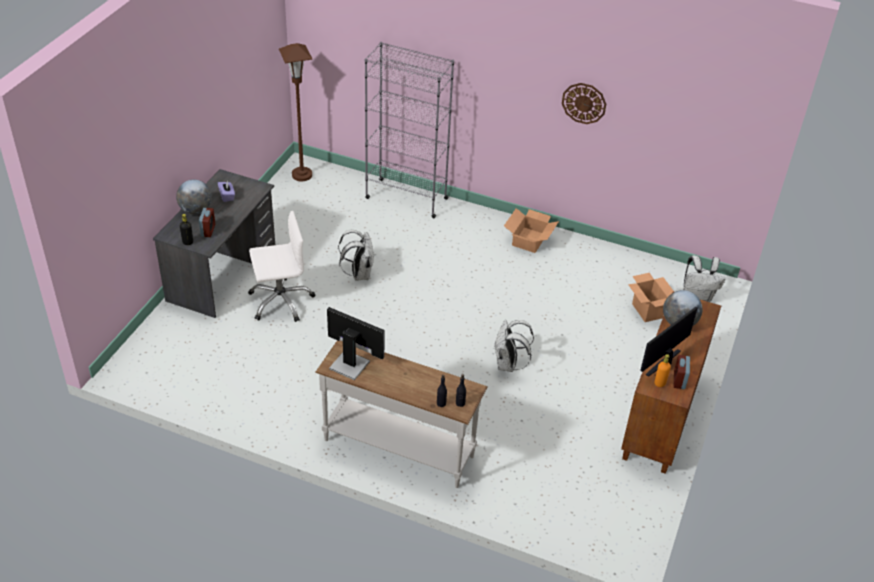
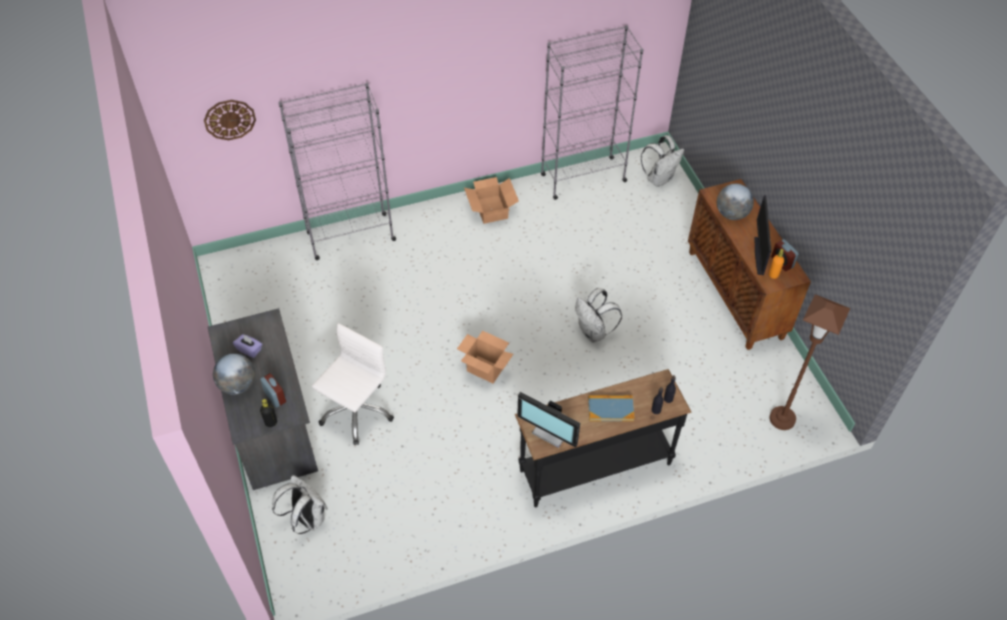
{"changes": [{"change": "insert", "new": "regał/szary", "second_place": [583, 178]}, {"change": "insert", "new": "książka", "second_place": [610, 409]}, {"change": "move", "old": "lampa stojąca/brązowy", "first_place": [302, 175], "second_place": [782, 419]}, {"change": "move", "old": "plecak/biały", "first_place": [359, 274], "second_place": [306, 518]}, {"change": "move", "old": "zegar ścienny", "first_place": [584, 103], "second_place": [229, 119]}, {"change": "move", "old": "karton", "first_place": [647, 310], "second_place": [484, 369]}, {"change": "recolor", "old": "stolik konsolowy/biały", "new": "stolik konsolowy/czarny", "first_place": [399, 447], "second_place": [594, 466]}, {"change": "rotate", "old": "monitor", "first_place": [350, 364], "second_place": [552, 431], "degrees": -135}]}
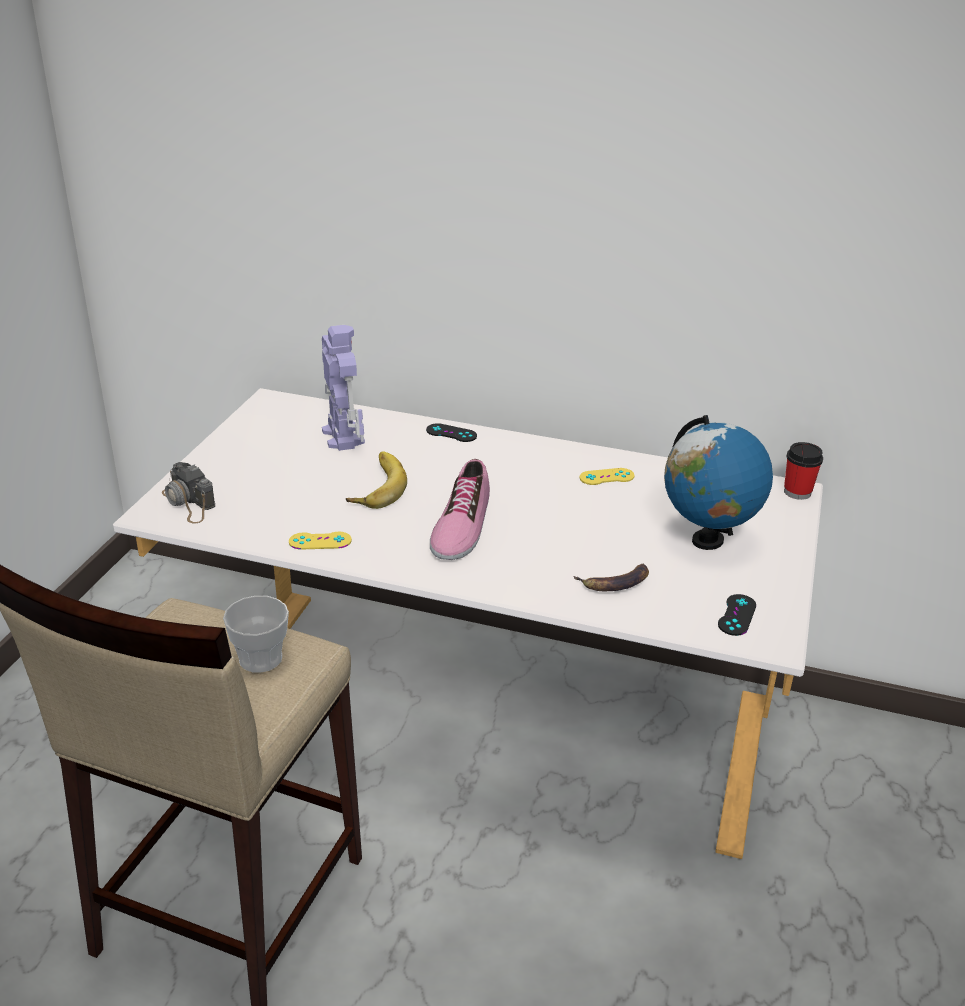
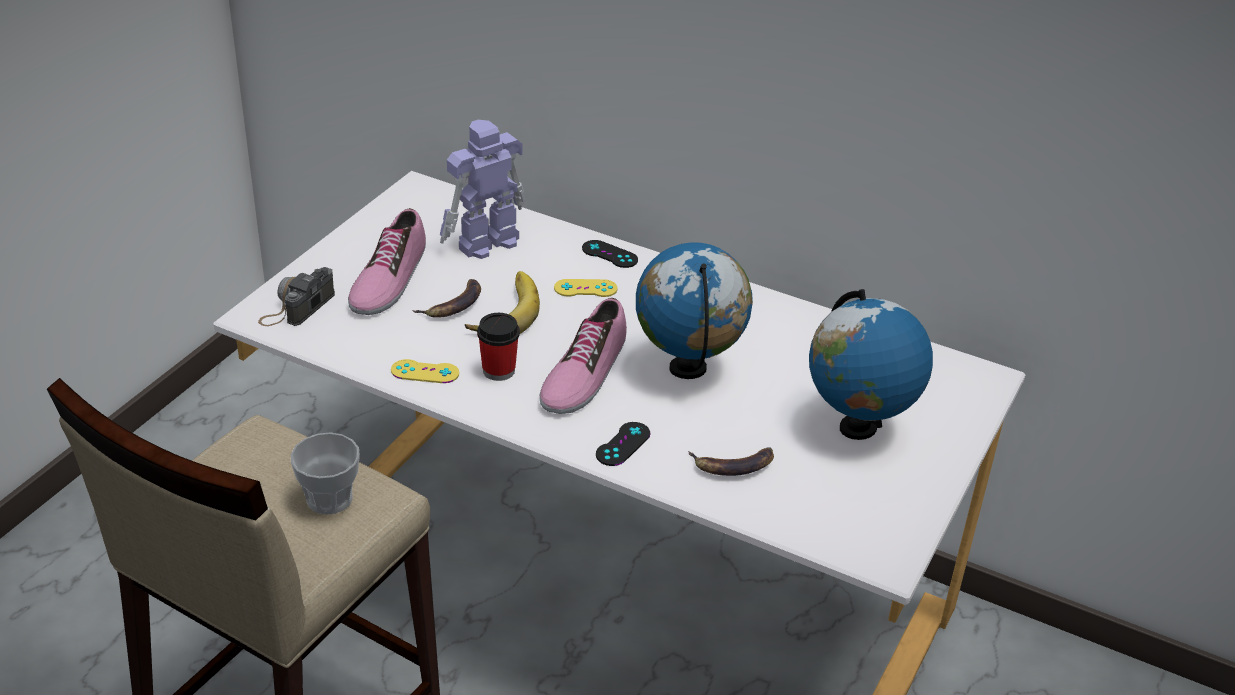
{"changes": [{"change": "insert", "new": "but", "second_place": [388, 279]}, {"change": "insert", "new": "banan", "second_place": [453, 304]}, {"change": "insert", "new": "globus", "second_place": [688, 369]}, {"change": "move", "old": "pad do gier/żółty", "first_place": [606, 477], "second_place": [585, 288]}, {"change": "move", "old": "pad do gier/czarny", "first_place": [737, 615], "second_place": [623, 444]}, {"change": "move", "old": "filiżanka", "first_place": [797, 492], "second_place": [498, 370]}, {"change": "rotate", "old": "aparat fotograficzny", "first_place": [188, 503], "second_place": [297, 307], "degrees": 60}, {"change": "rotate", "old": "robot zabawkowy", "first_place": [342, 435], "second_place": [486, 243], "degrees": -120}]}
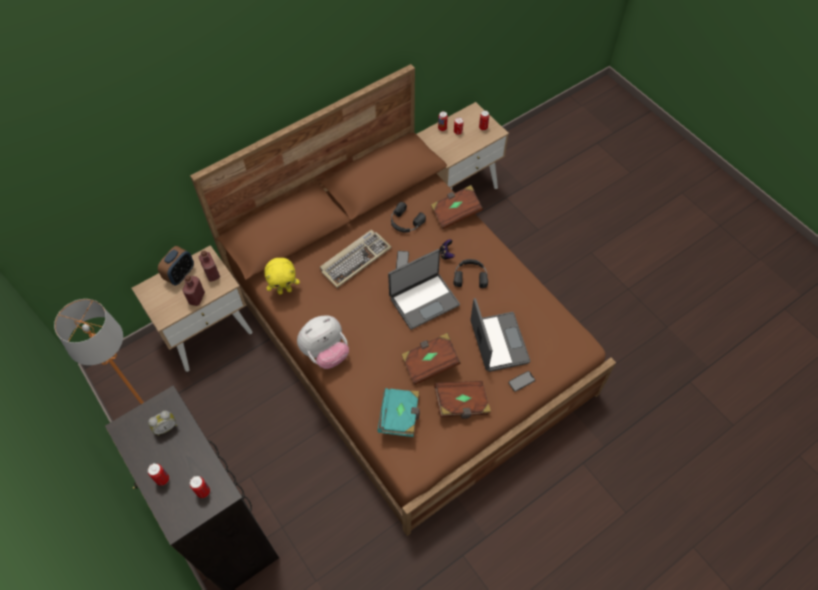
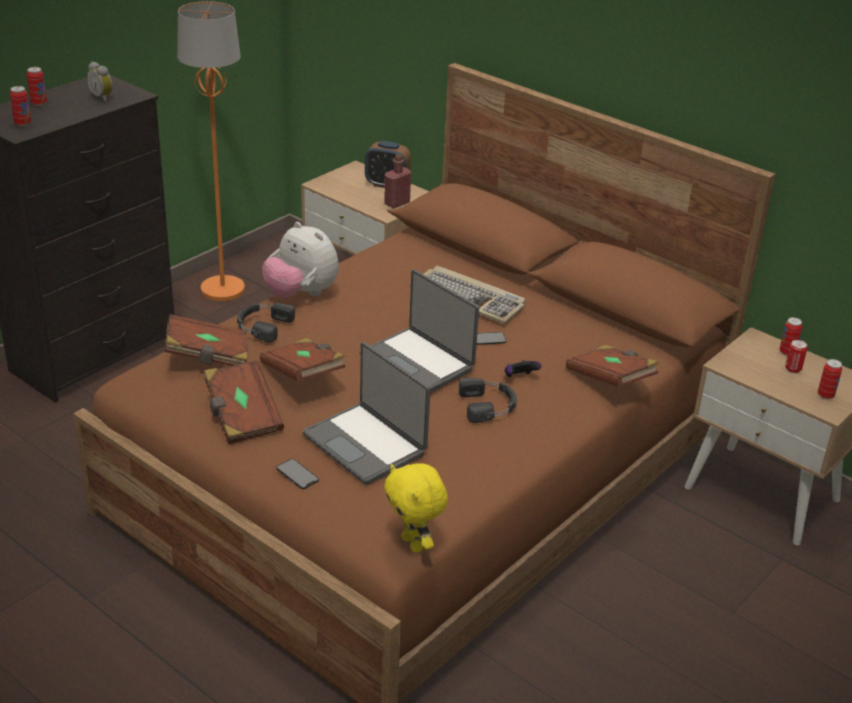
{"changes": [{"change": "delete", "old": "butelka/czerwony", "first_place": [196, 298]}, {"change": "move", "old": "pluszak/żółty", "first_place": [284, 290], "second_place": [414, 544]}, {"change": "move", "old": "słuchawki/czarny", "first_place": [405, 222], "second_place": [262, 325]}, {"change": "recolor", "old": "książka/turkusowy", "new": "książka/brązowy", "first_place": [400, 416], "second_place": [207, 357]}, {"change": "rotate", "old": "laptop", "first_place": [498, 342], "second_place": [366, 444], "degrees": 75}]}
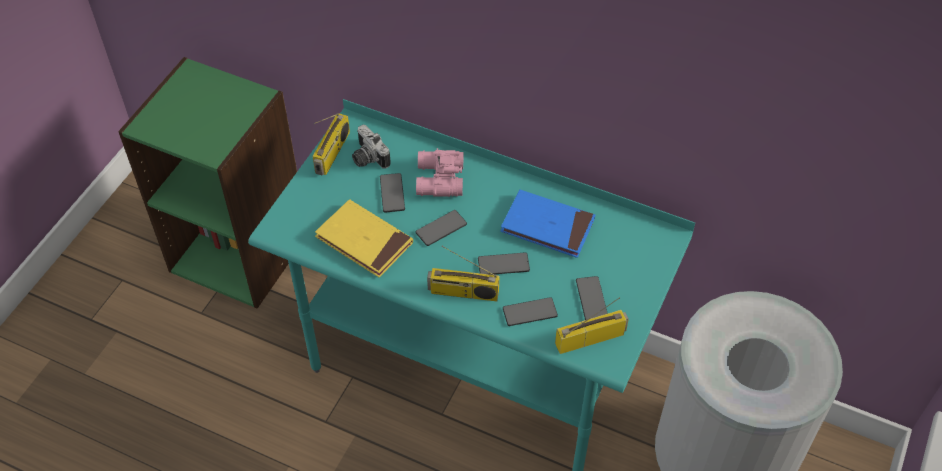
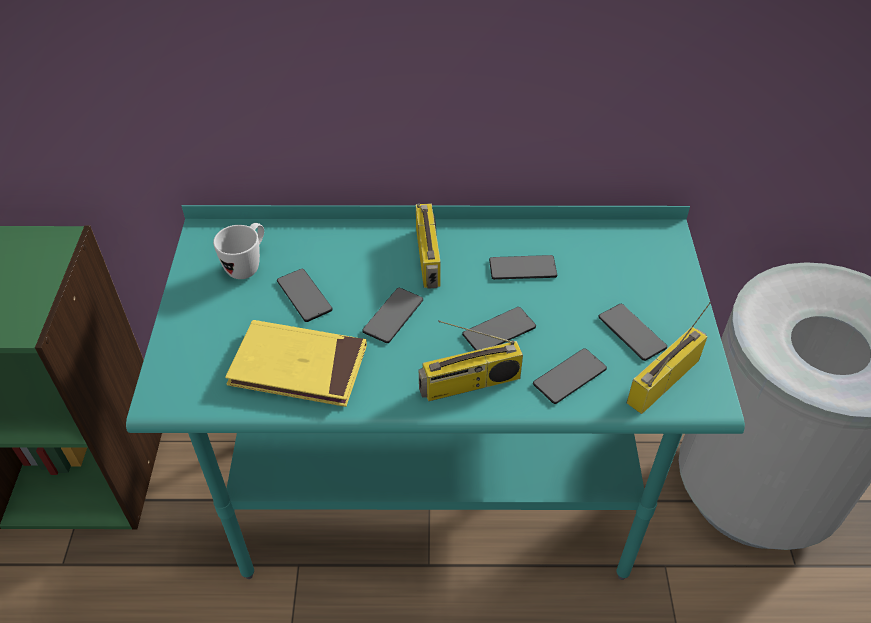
{"changes": [{"change": "delete", "old": "lornetka/różowy", "first_place": [438, 180]}, {"change": "move", "old": "radio", "first_place": [333, 153], "second_place": [429, 258]}, {"change": "replace", "old": "aparat fotograficzny", "new": "kubek/biały", "first_place": [367, 158], "second_place": [248, 265]}, {"change": "replace", "old": "książka/niebieski", "new": "telefon", "first_place": [547, 226], "second_place": [522, 269]}]}
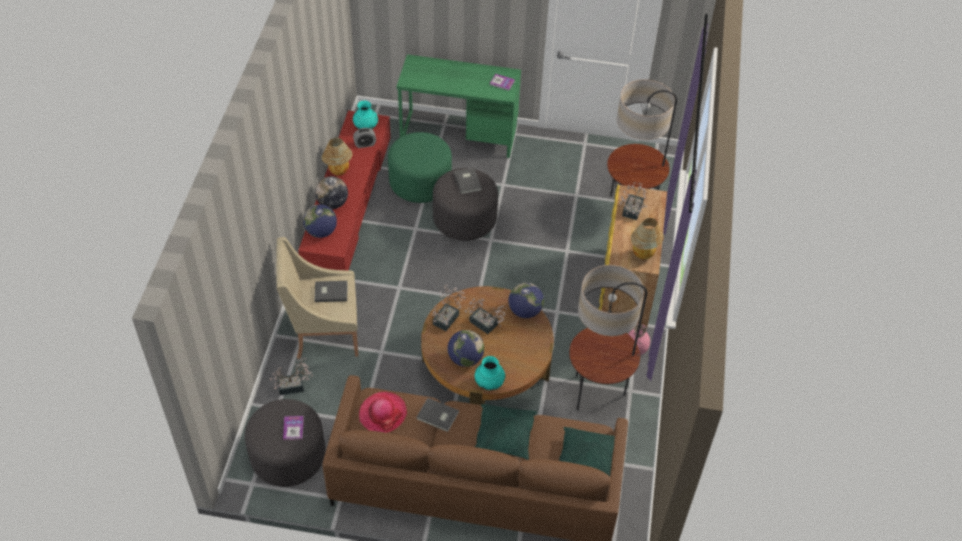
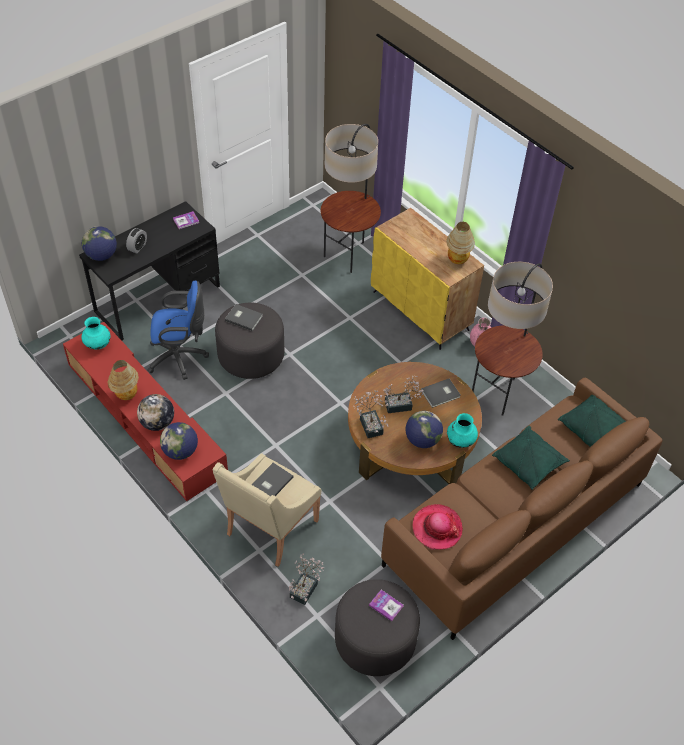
{"changes": [{"change": "delete", "old": "roślina doniczkowa", "first_place": [631, 212]}, {"change": "move", "old": "budzik", "first_place": [365, 144], "second_place": [137, 247]}, {"change": "move", "old": "książka/szary", "first_place": [437, 416], "second_place": [441, 394]}, {"change": "move", "old": "globus", "first_place": [525, 311], "second_place": [101, 256]}, {"change": "replace", "old": "pufa/zielony", "new": "krzesło biurowe/niebieski", "first_place": [420, 182], "second_place": [180, 357]}, {"change": "recolor", "old": "biurko/zielony", "new": "biurko/czarny", "first_place": [459, 134], "second_place": [158, 298]}]}
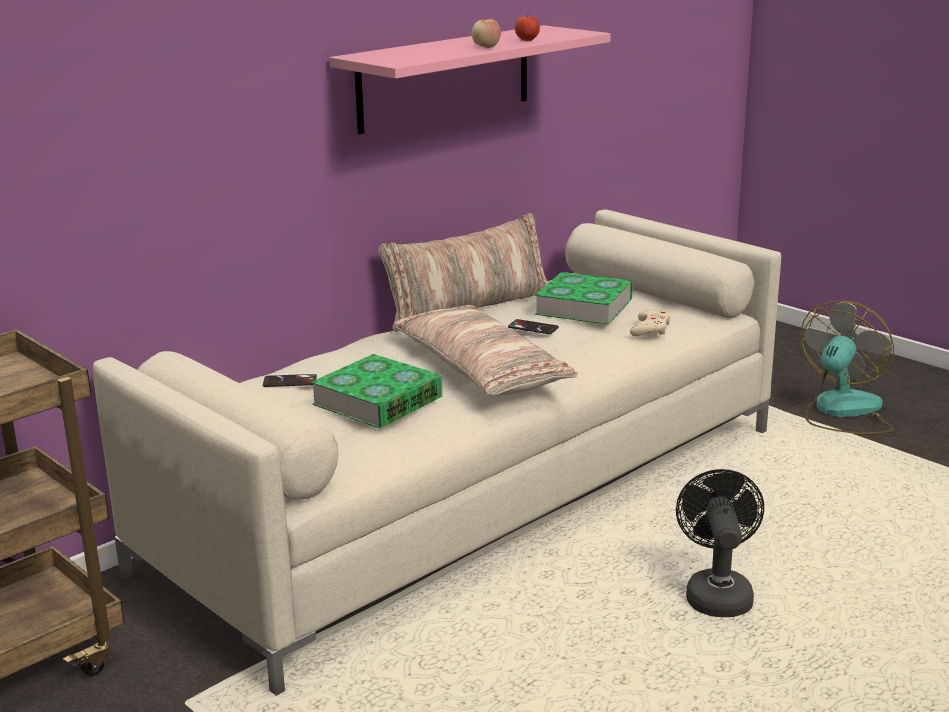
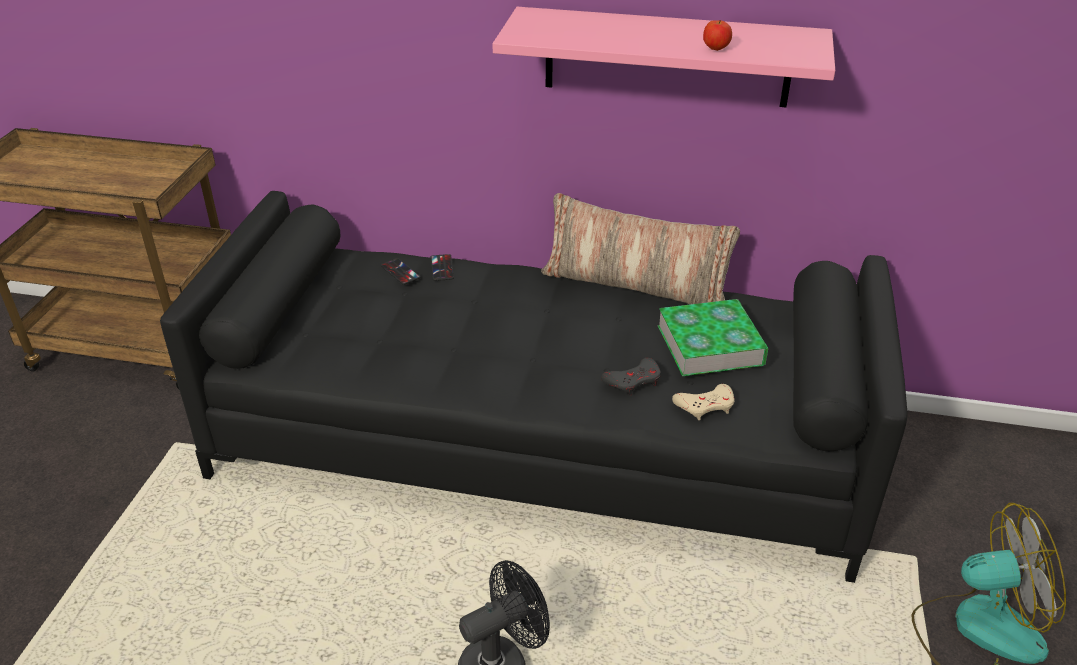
{"changes": [{"change": "delete", "old": "książka", "first_place": [378, 401]}, {"change": "delete", "old": "poduszka", "first_place": [479, 370]}, {"change": "delete", "old": "jabłko", "first_place": [486, 47]}, {"change": "insert", "new": "pad do gier/szary", "second_place": [633, 381]}, {"change": "move", "old": "telefon", "first_place": [533, 327], "second_place": [442, 268]}, {"change": "recolor", "old": "kanapa/beżowy", "new": "kanapa/czarny", "first_place": [477, 494], "second_place": [539, 443]}]}
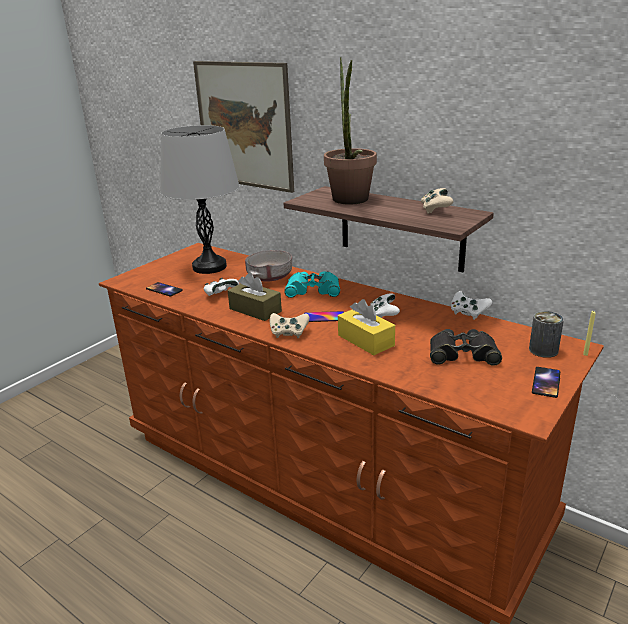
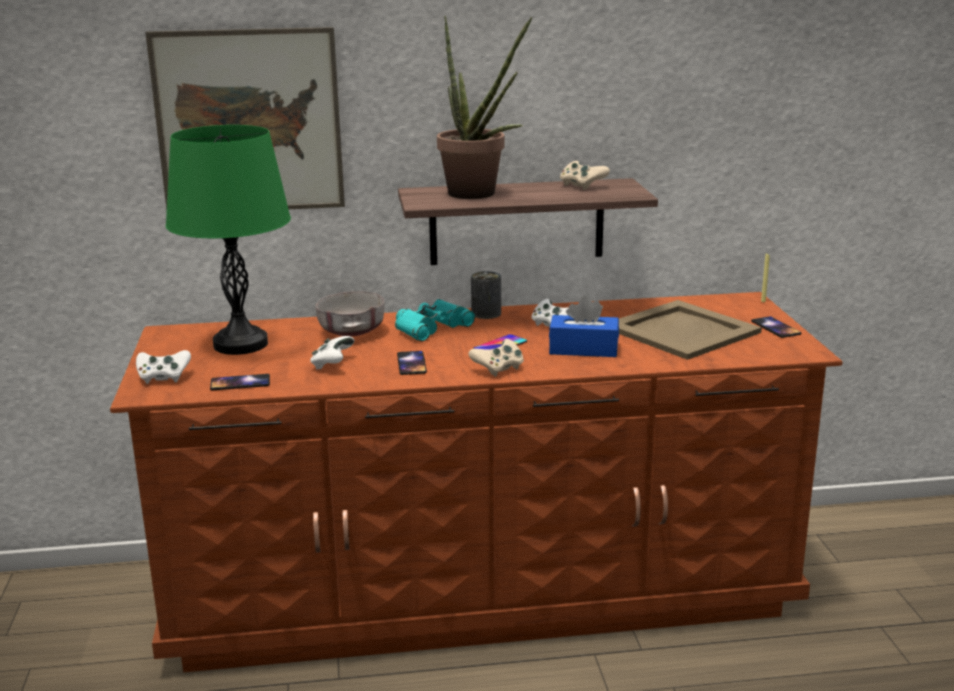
{"changes": [{"change": "move", "old": "pad do gier/biały", "first_place": [468, 313], "second_place": [163, 378]}, {"change": "move", "old": "puszka", "first_place": [543, 350], "second_place": [486, 313]}, {"change": "replace", "old": "pudełko chusteczek/brązowy", "new": "telefon", "first_place": [255, 310], "second_place": [411, 363]}, {"change": "replace", "old": "lornetka/czarny", "new": "taca/beżowy", "first_place": [462, 354], "second_place": [682, 331]}, {"change": "recolor", "old": "lampa stołowa/szary", "new": "lampa stołowa/zielony", "first_place": [209, 267], "second_place": [240, 344]}, {"change": "recolor", "old": "pudełko chusteczek/żółty", "new": "pudełko chusteczek/niebieski", "first_place": [366, 340], "second_place": [583, 349]}]}
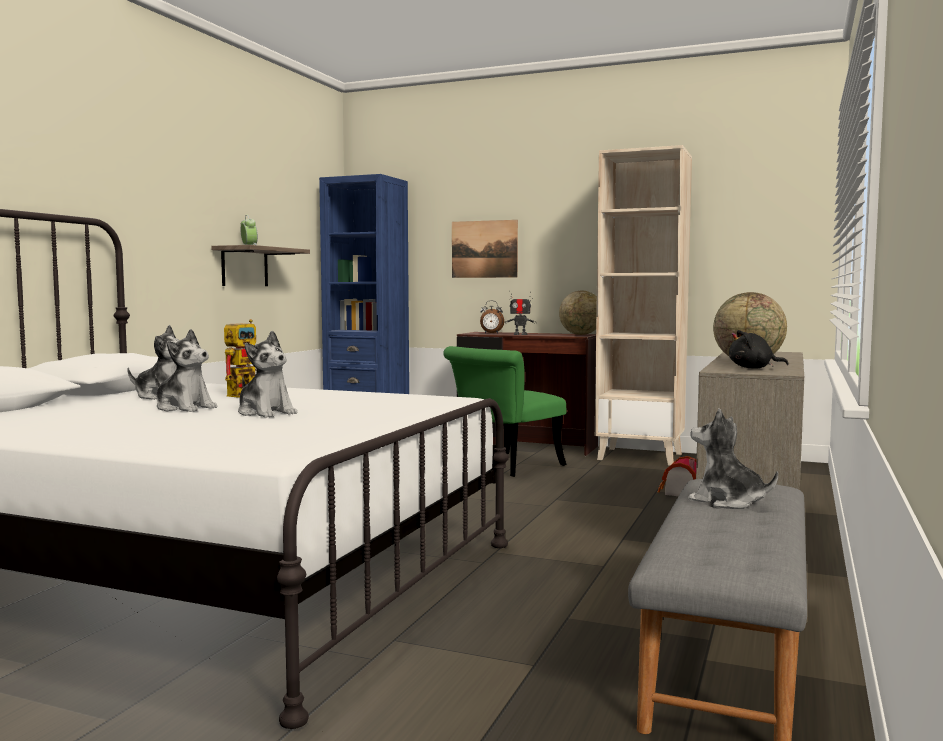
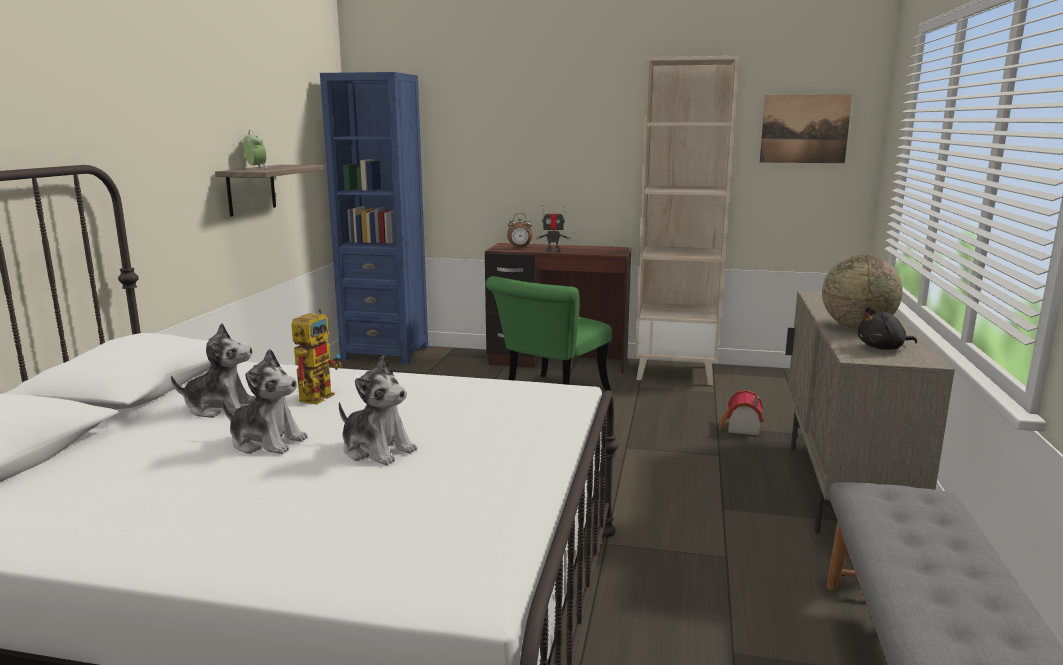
{"changes": [{"change": "delete", "old": "globus", "first_place": [581, 334]}, {"change": "delete", "old": "pluszak", "first_place": [727, 502]}, {"change": "move", "old": "obraz", "first_place": [484, 249], "second_place": [804, 129]}]}
